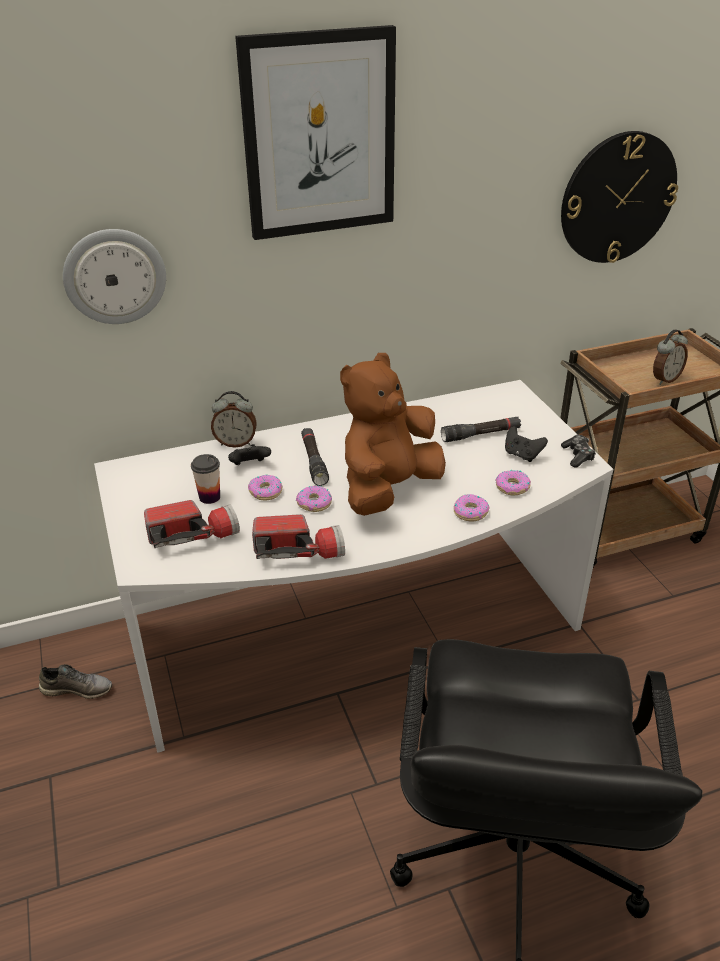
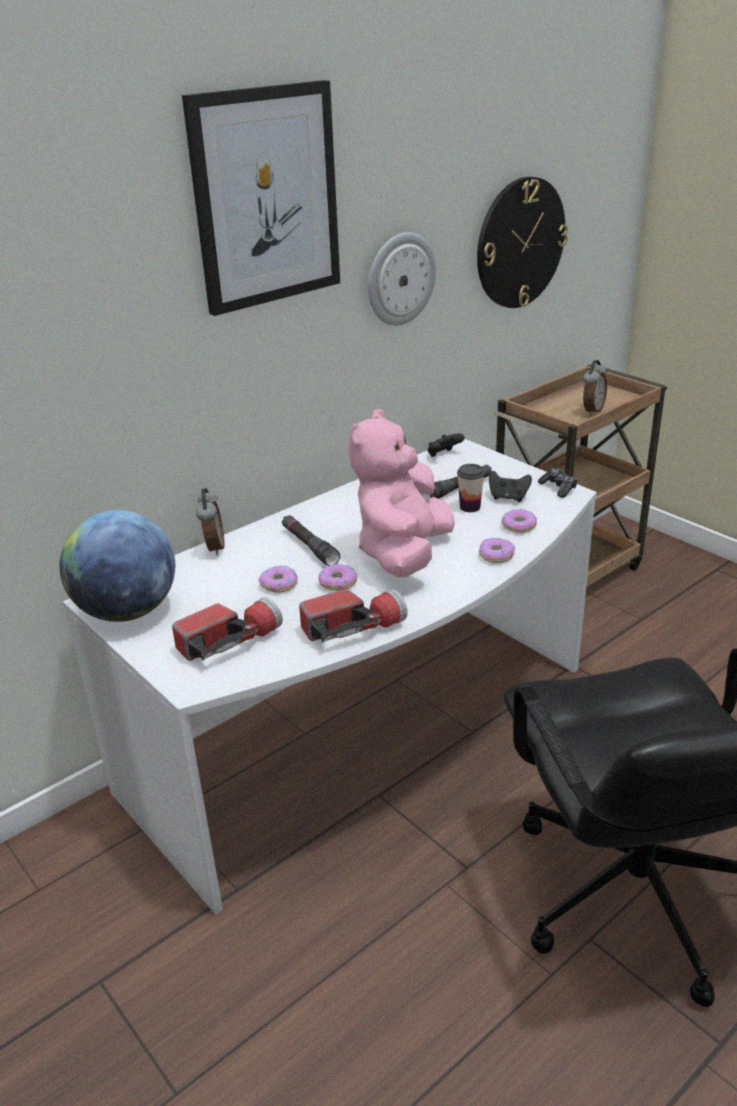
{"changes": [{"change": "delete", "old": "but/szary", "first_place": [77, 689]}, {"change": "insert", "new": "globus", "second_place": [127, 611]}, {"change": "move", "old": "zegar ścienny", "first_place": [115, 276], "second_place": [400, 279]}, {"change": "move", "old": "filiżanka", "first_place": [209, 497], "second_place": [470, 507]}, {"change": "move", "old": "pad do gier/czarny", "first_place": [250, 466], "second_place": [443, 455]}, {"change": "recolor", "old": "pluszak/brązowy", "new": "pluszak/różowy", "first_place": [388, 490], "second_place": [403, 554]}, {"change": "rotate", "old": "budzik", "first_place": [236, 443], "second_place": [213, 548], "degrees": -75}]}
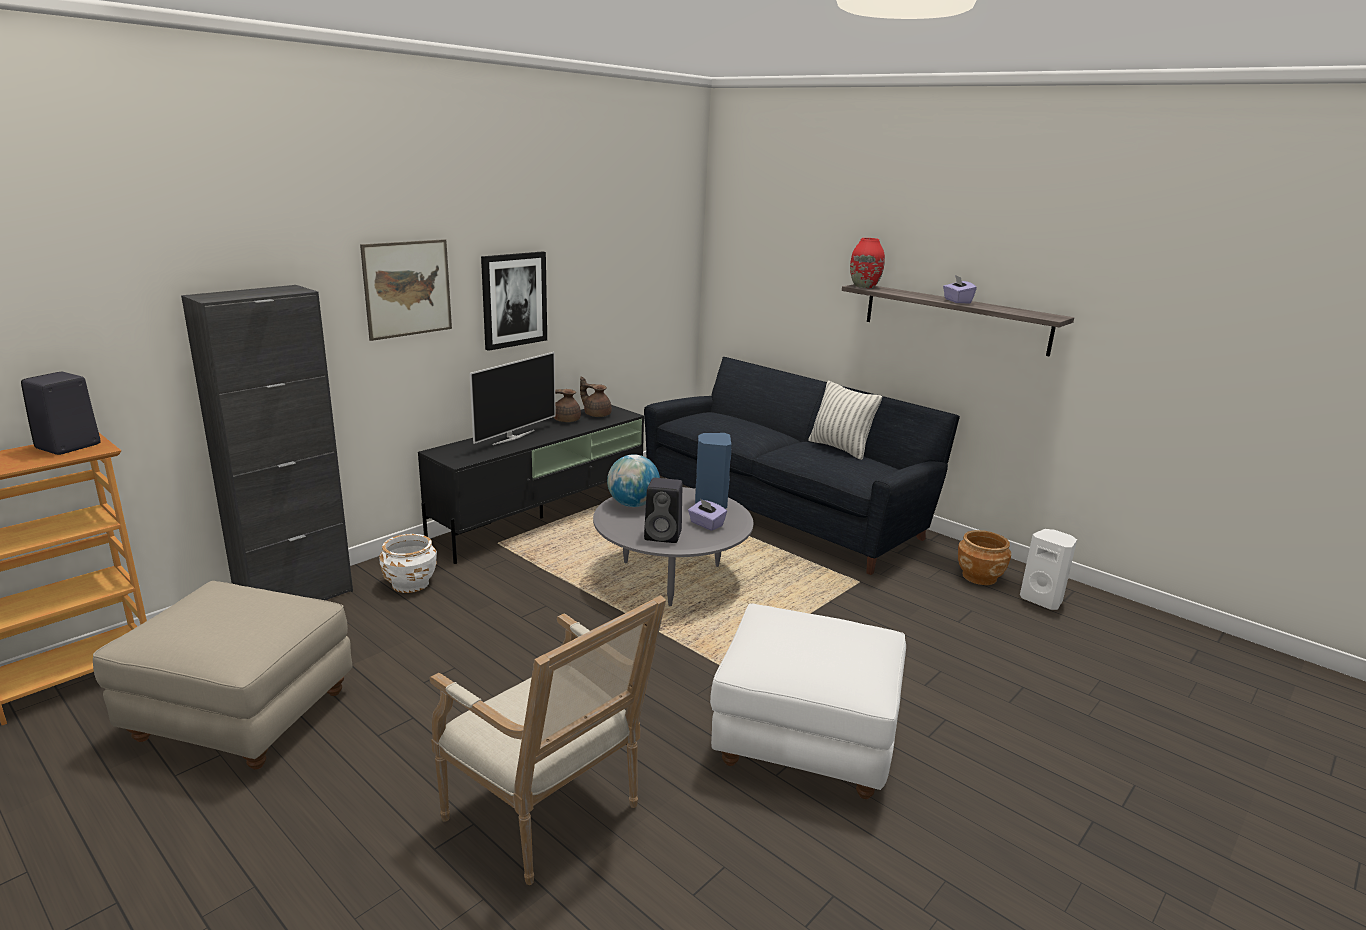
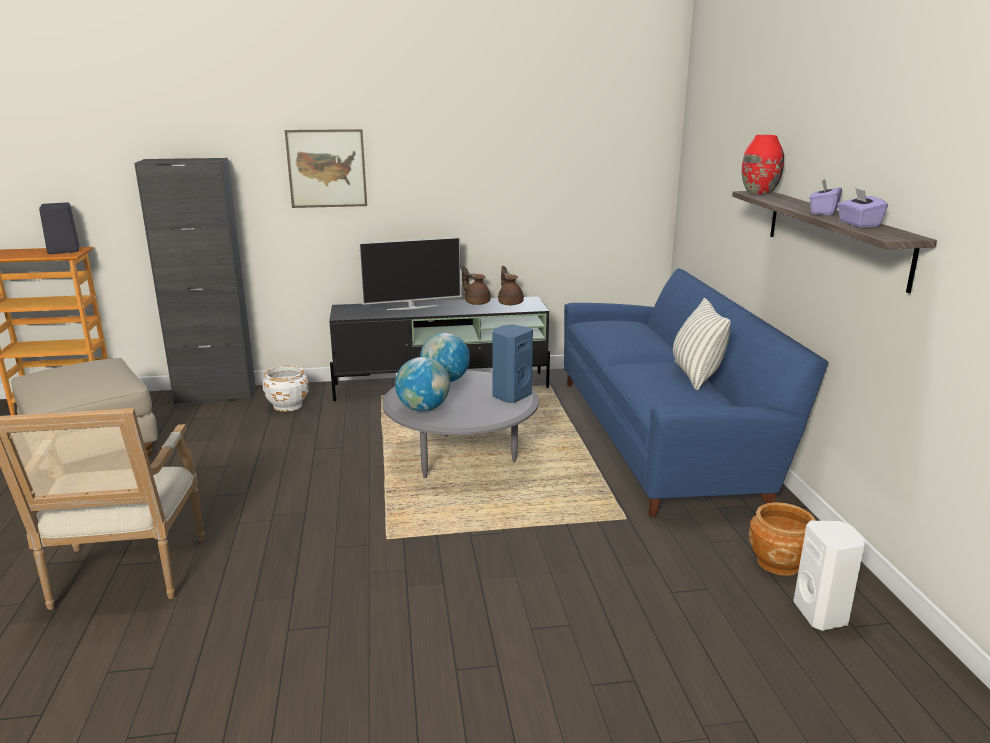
{"changes": [{"change": "delete", "old": "obraz", "first_place": [514, 300]}, {"change": "delete", "old": "pufa/biały", "first_place": [804, 742]}, {"change": "move", "old": "pudełko chusteczek/fioletowy", "first_place": [706, 524], "second_place": [858, 224]}, {"change": "replace", "old": "głośnik/czarny", "new": "globus", "first_place": [664, 535], "second_place": [423, 409]}, {"change": "recolor", "old": "kanapa/czarny", "new": "kanapa/niebieski", "first_place": [785, 509], "second_place": [662, 435]}]}
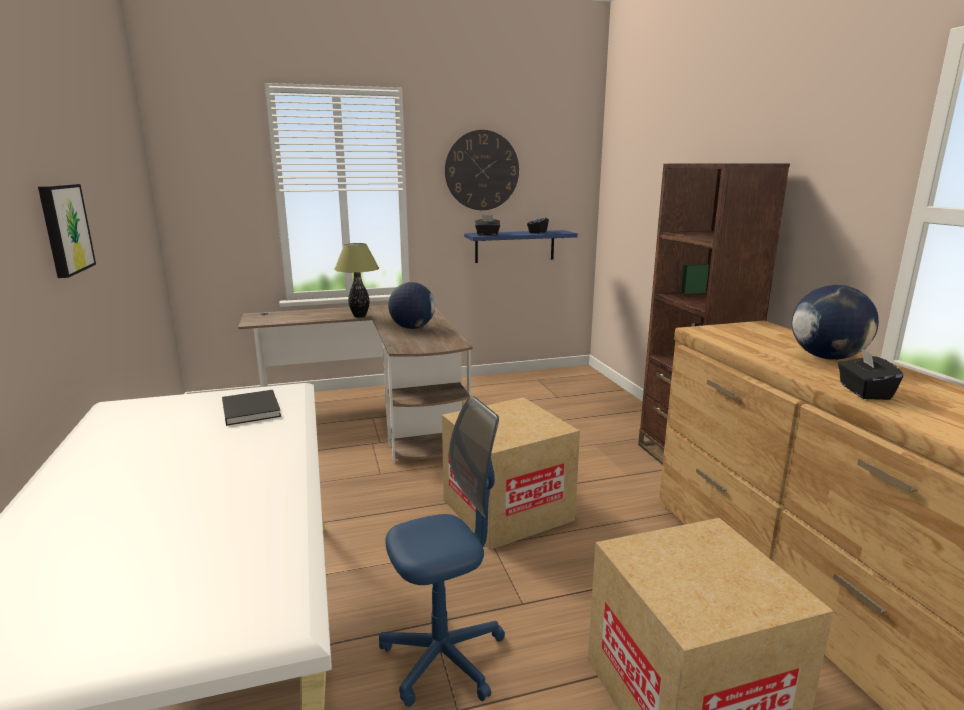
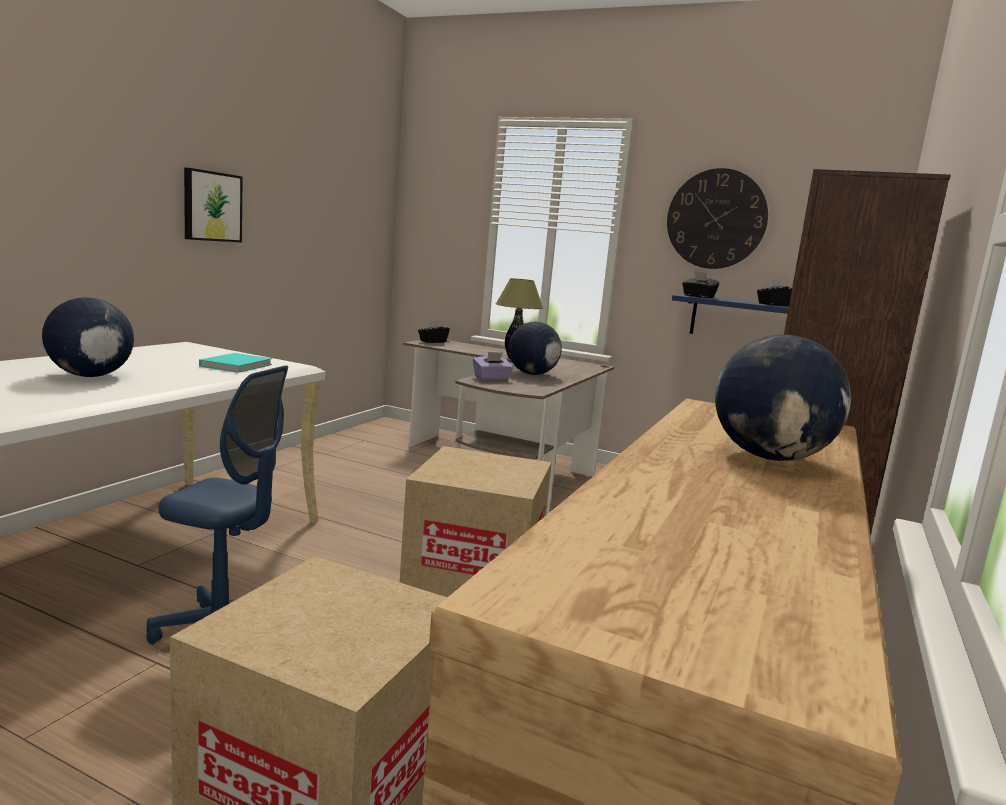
{"changes": [{"change": "insert", "new": "globus", "second_place": [90, 376]}, {"change": "insert", "new": "pudełko chusteczek/fioletowy", "second_place": [491, 379]}, {"change": "move", "old": "pudełko chusteczek/czarny", "first_place": [863, 392], "second_place": [432, 341]}, {"change": "recolor", "old": "książka/czarny", "new": "książka/turkusowy", "first_place": [251, 409], "second_place": [237, 365]}]}
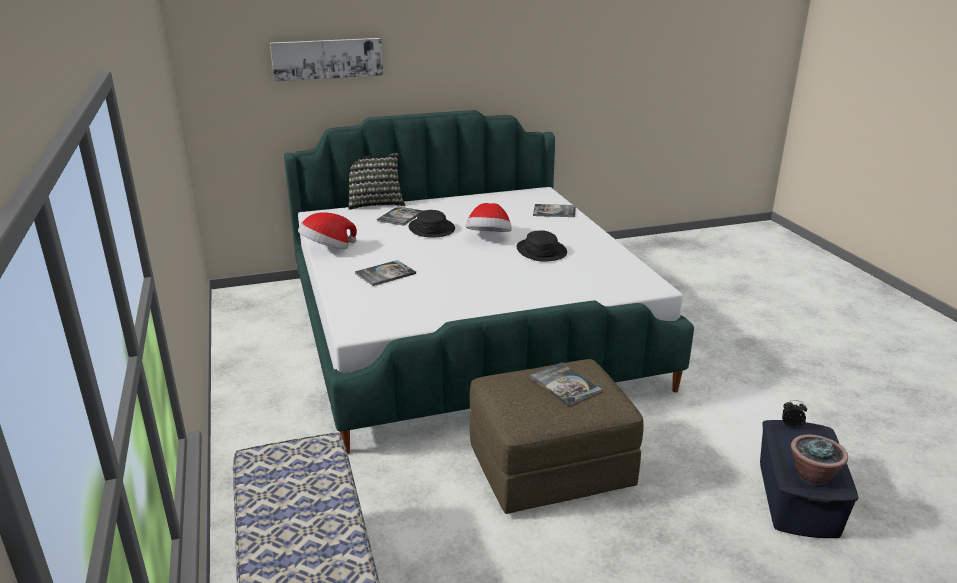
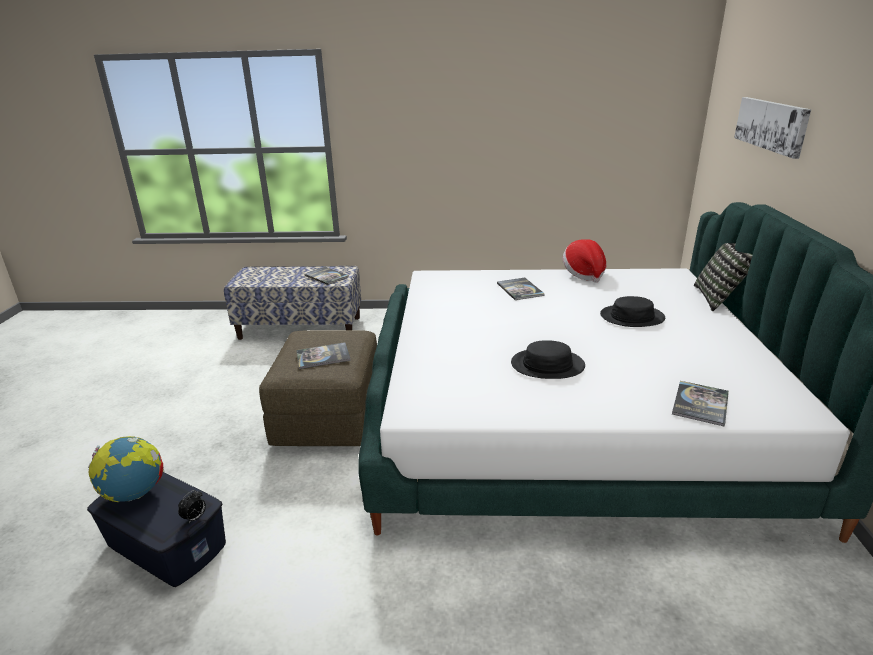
{"changes": [{"change": "delete", "old": "kapelusz", "first_place": [489, 238]}, {"change": "move", "old": "książka", "first_place": [400, 217], "second_place": [326, 276]}, {"change": "replace", "old": "roślina doniczkowa", "new": "globus", "first_place": [812, 476], "second_place": [135, 493]}]}
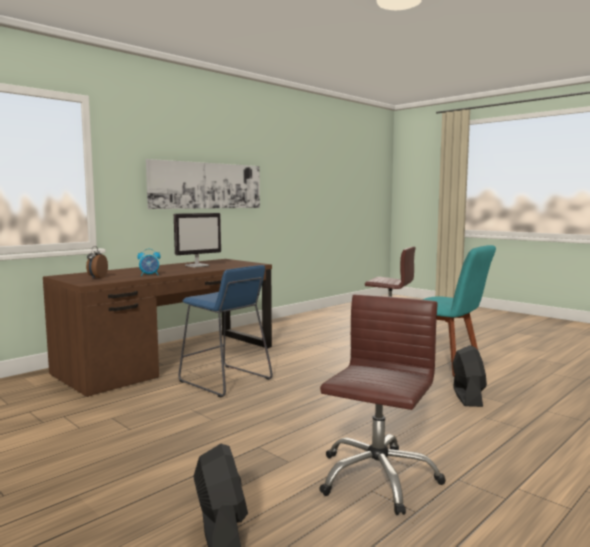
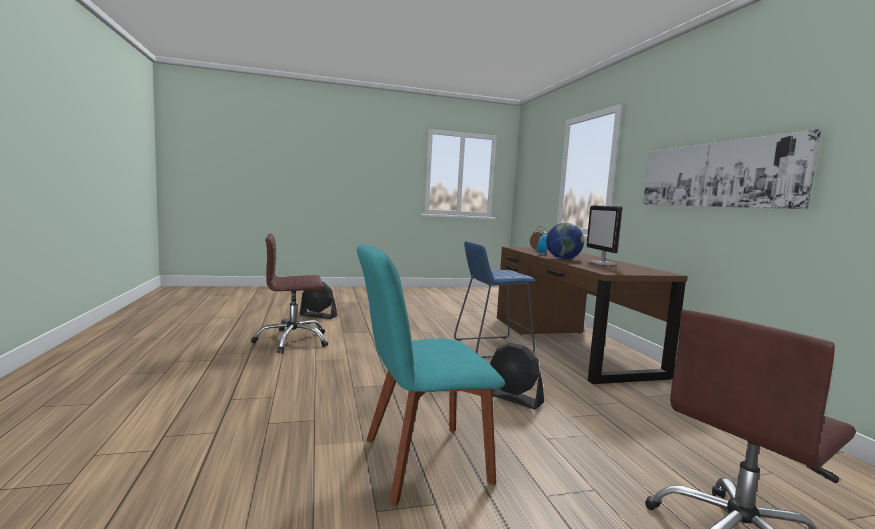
{"changes": [{"change": "insert", "new": "globus", "second_place": [563, 259]}, {"change": "move", "old": "wentylator/czarny", "first_place": [467, 397], "second_place": [513, 398]}, {"change": "rotate", "old": "krzesło biurowe/brązowy", "first_place": [376, 477], "second_place": [292, 341], "degrees": 105}]}
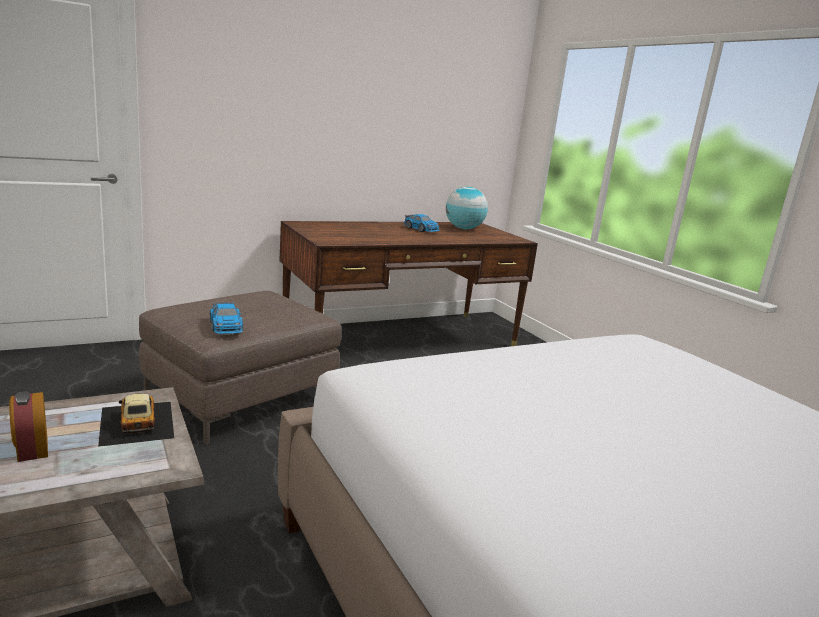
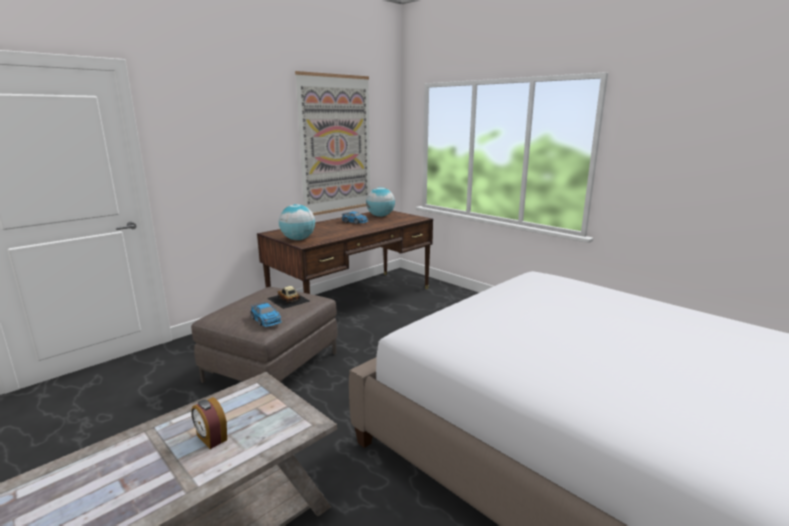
{"changes": [{"change": "insert", "new": "globus", "second_place": [298, 239]}, {"change": "insert", "new": "obraz", "second_place": [336, 145]}, {"change": "move", "old": "samochodzik", "first_place": [136, 422], "second_place": [288, 299]}]}
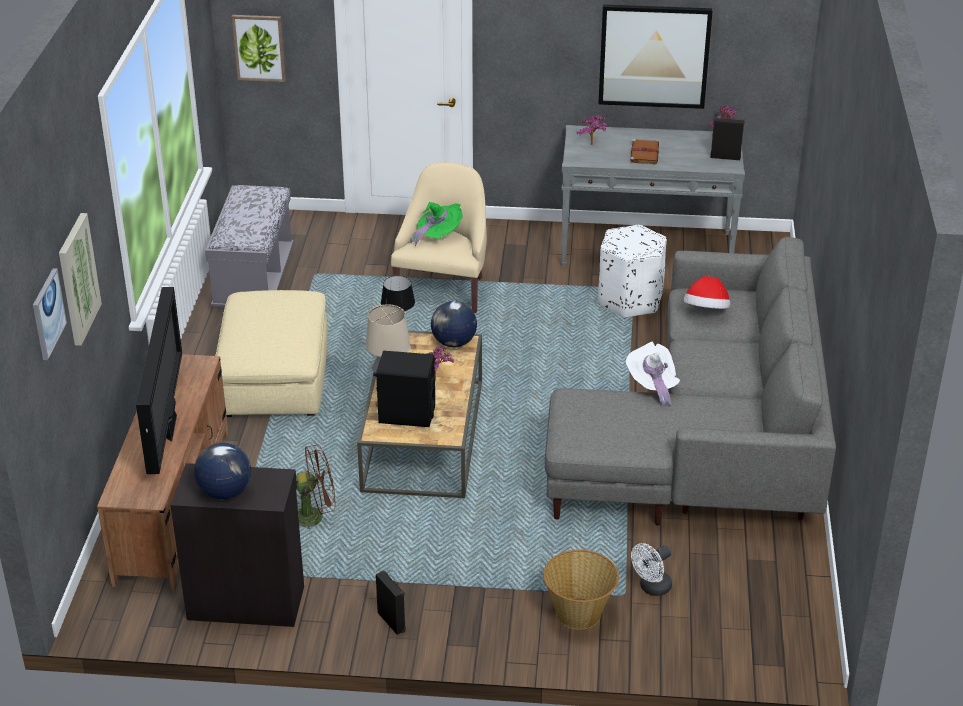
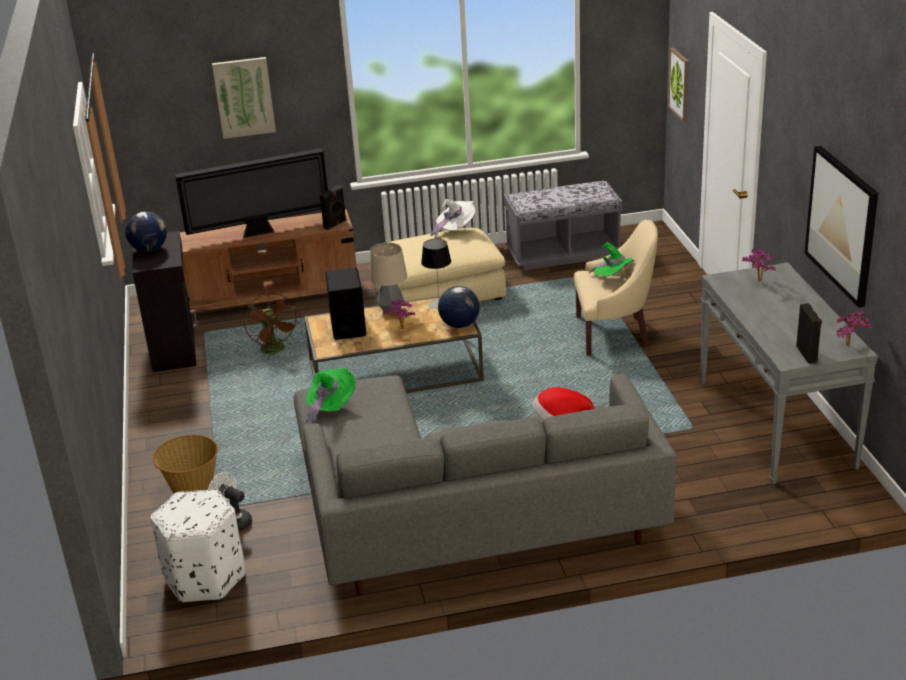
{"changes": [{"change": "delete", "old": "obraz", "first_place": [47, 314]}, {"change": "delete", "old": "książka/brązowy", "first_place": [644, 153]}, {"change": "insert", "new": "kapelusz/zielony", "second_place": [330, 407]}, {"change": "move", "old": "głośnik/czarny", "first_place": [392, 621], "second_place": [335, 224]}, {"change": "move", "old": "pufa/biały", "first_place": [629, 300], "second_place": [204, 578]}, {"change": "move", "old": "kapelusz/biały", "first_place": [652, 386], "second_place": [454, 229]}]}
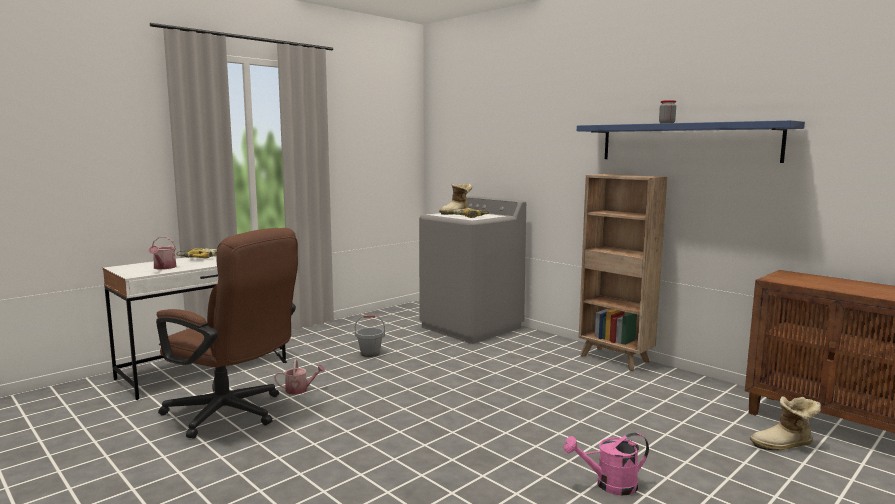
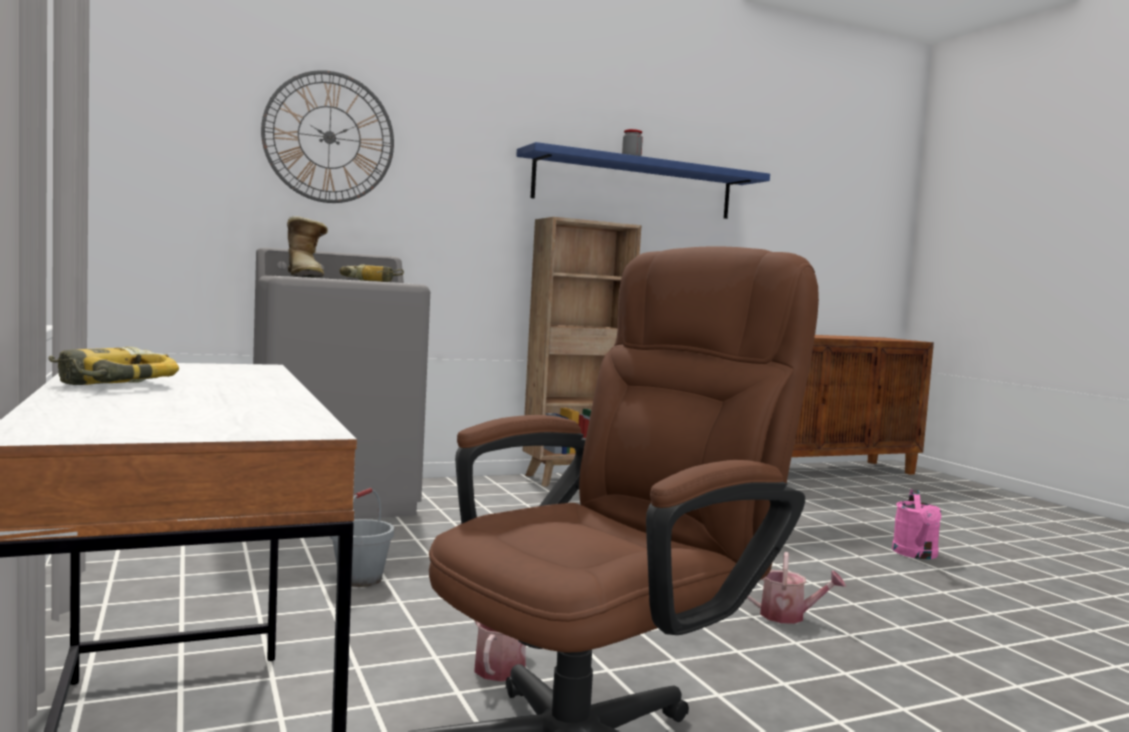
{"changes": [{"change": "delete", "old": "but z cholewką", "first_place": [784, 446]}, {"change": "insert", "new": "zegar ścienny", "second_place": [329, 137]}, {"change": "move", "old": "konewka", "first_place": [163, 268], "second_place": [789, 616]}]}
